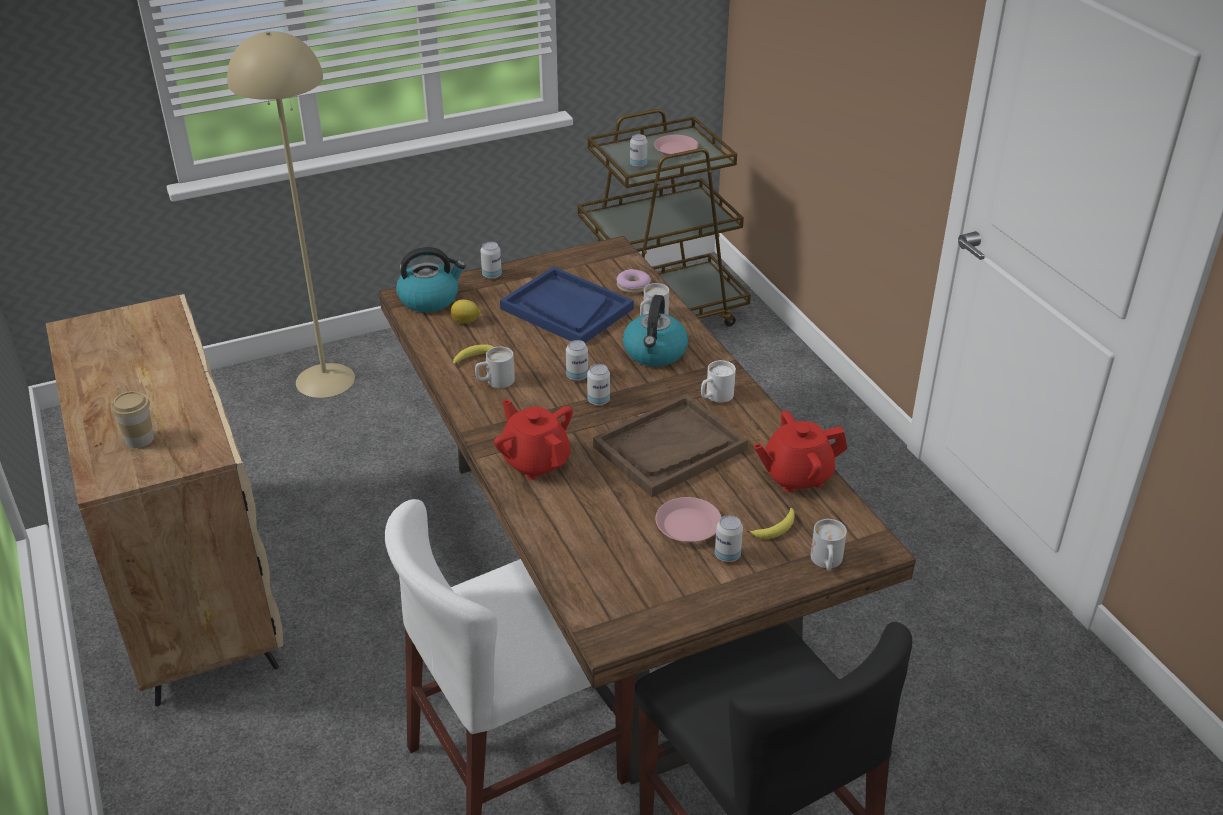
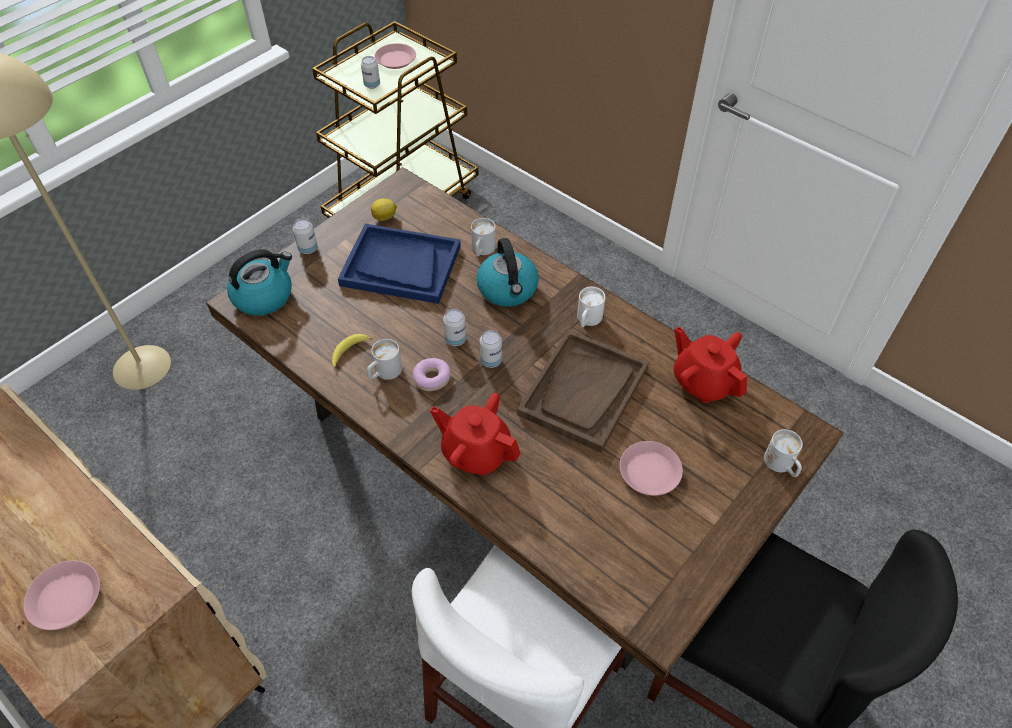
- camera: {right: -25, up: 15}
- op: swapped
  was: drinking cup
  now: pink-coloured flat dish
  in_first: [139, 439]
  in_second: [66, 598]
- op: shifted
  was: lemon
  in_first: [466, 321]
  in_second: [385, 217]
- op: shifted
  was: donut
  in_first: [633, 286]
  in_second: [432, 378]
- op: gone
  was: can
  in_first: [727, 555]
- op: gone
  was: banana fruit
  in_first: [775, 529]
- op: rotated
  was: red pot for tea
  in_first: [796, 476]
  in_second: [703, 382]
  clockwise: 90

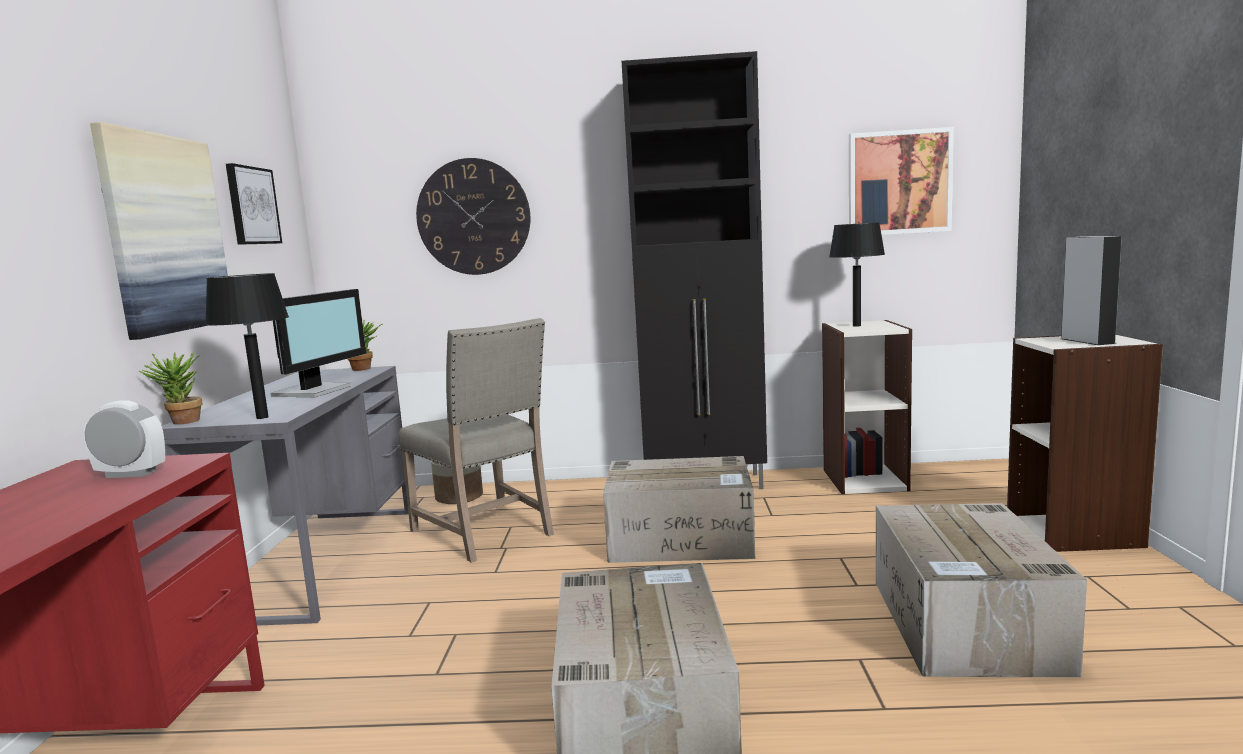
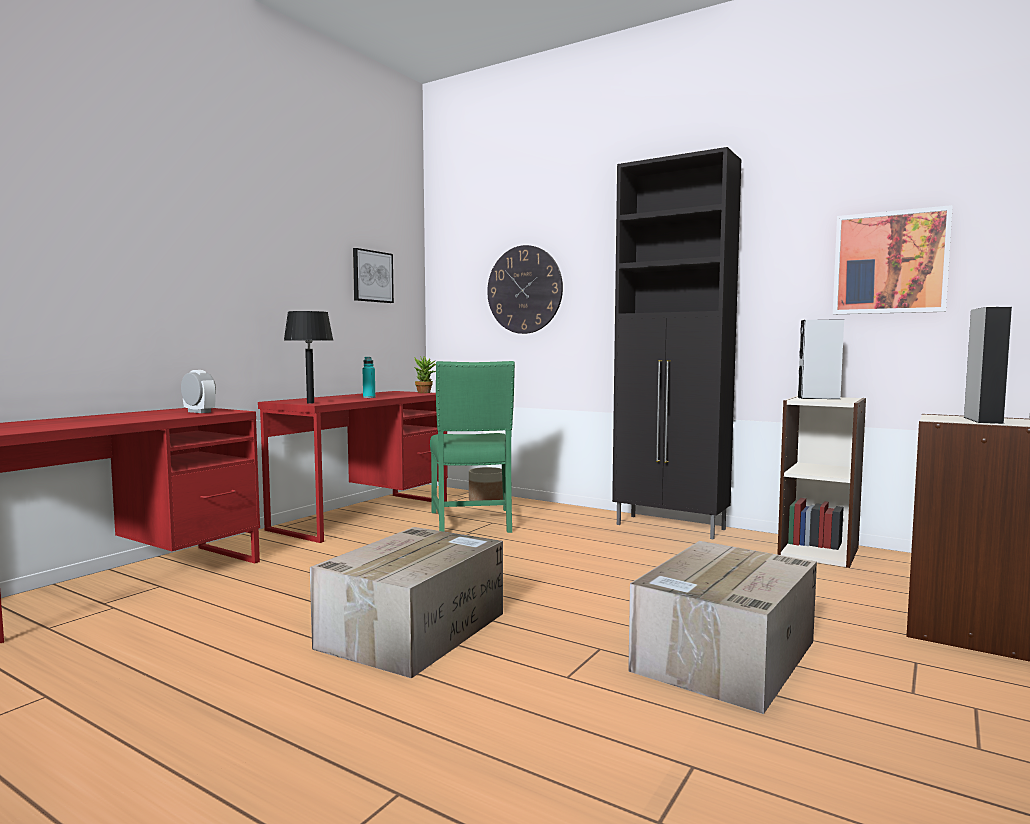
- camera: {right: 30, up: -5}
- op: gone
  was: picture
  in_first: [165, 234]
- op: gone
  was: plant in a pot
  in_first: [181, 422]
- op: repainted
  was: gray desk table
  now: red desk table
  in_first: [320, 560]
  in_second: [363, 515]
- op: swapped
  was: computer display
  now: blue-green beverage bottle
  in_first: [315, 391]
  in_second: [369, 397]
- op: repainted
  was: sand-coloured plain chair
  now: greenish plain chair
  in_first: [486, 532]
  in_second: [473, 522]
- op: gone
  was: packing box
  in_first: [682, 539]
- op: swapped
  was: black-coloured lamp for a table
  now: gray audio speaker
  in_first: [857, 325]
  in_second: [818, 398]

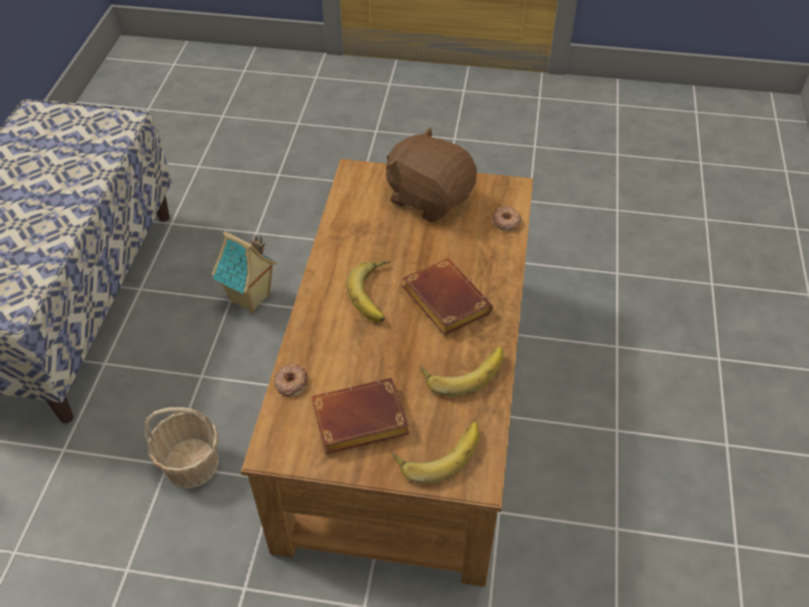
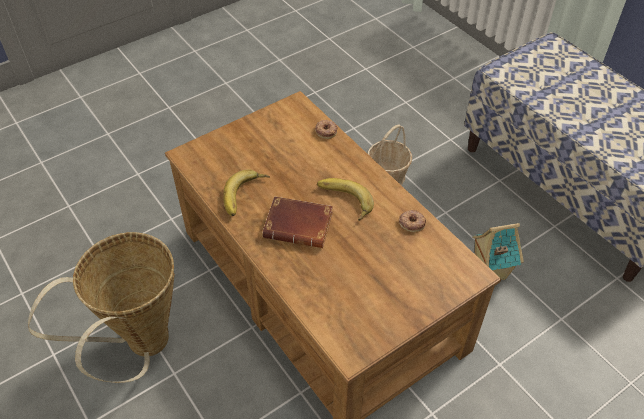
- camera: {right: 135, up: 0}
- op: gone
  was: brown book
  in_first: [358, 423]
- op: gone
  was: brown soft toy
  in_first: [429, 197]
- op: gone
  was: banana fruit
  in_first: [438, 451]
- op: shifted
  was: donut
  in_first: [506, 221]
  in_second: [412, 222]
- op: new
  now: basket
  in_second: [140, 347]

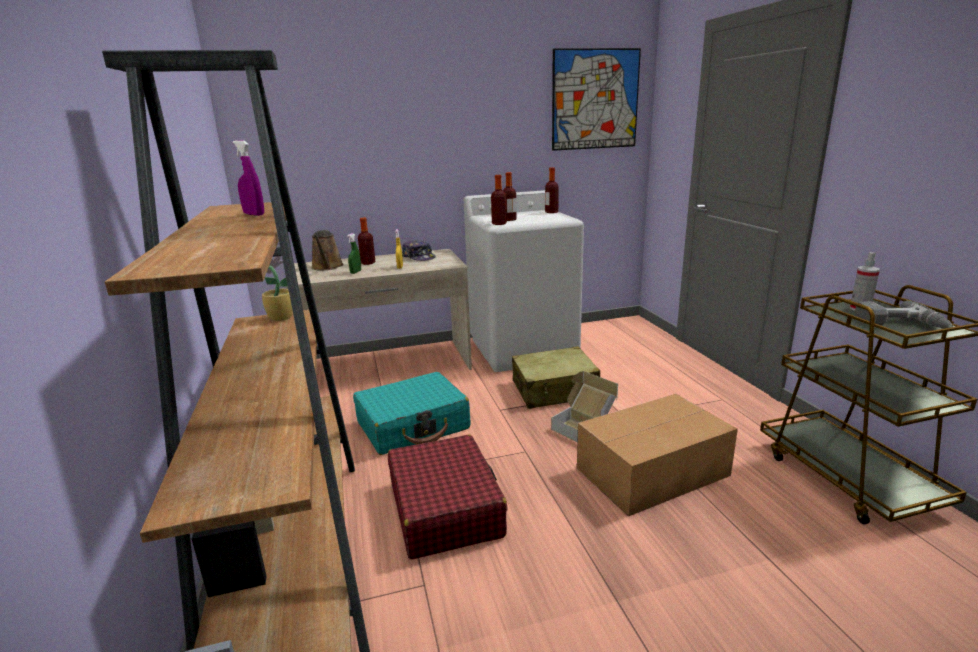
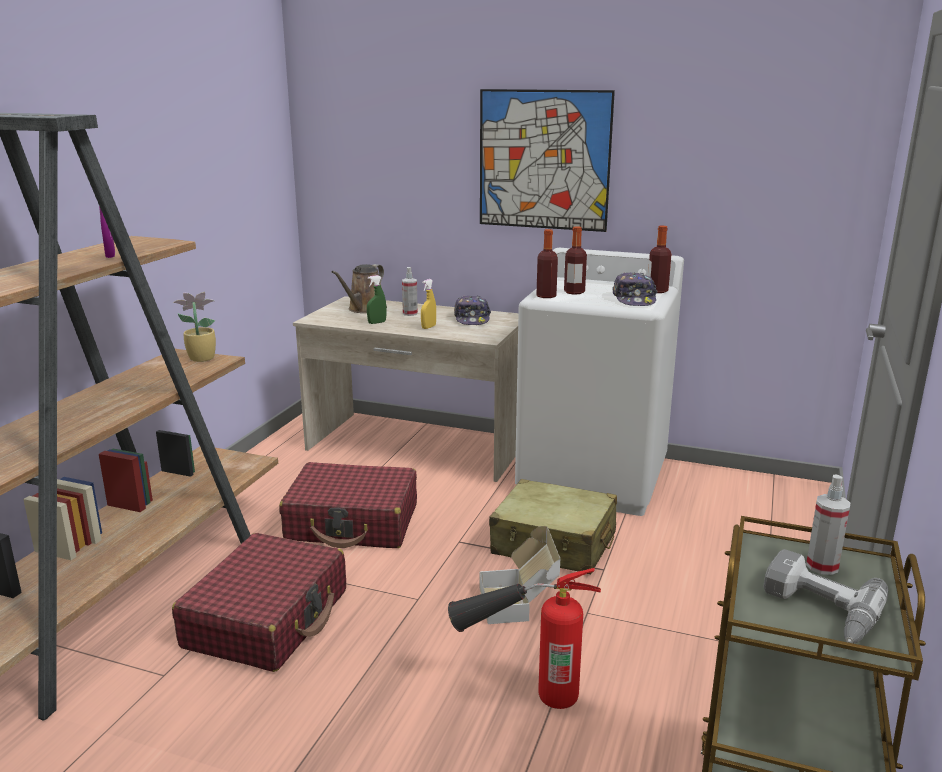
- camera: {right: 35, up: 0}
- op: repainted
  was: blue-green suitcase
  now: red suitcase
  in_first: [413, 425]
  in_second: [353, 522]
- op: swapped
  was: beverage bottle
  now: spray bottle
  in_first: [368, 263]
  in_second: [410, 313]
- op: shifted
  was: picture
  in_first: [595, 99]
  in_second: [544, 160]
- op: swapped
  was: packing box
  now: fire extinguisher
  in_first: [654, 471]
  in_second: [520, 691]
- op: new
  now: baseball cap
  in_second: [634, 299]

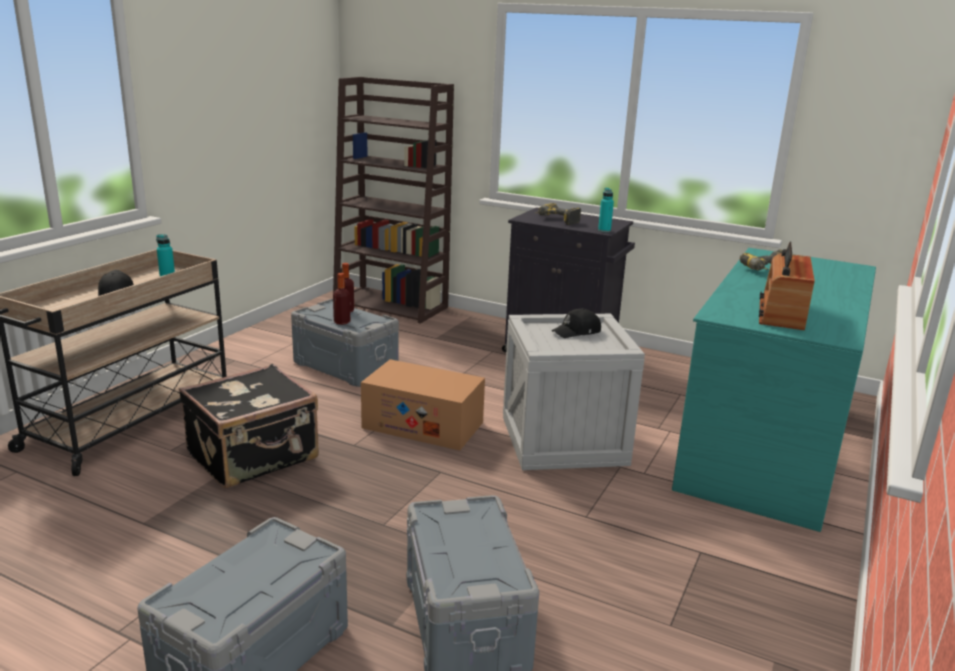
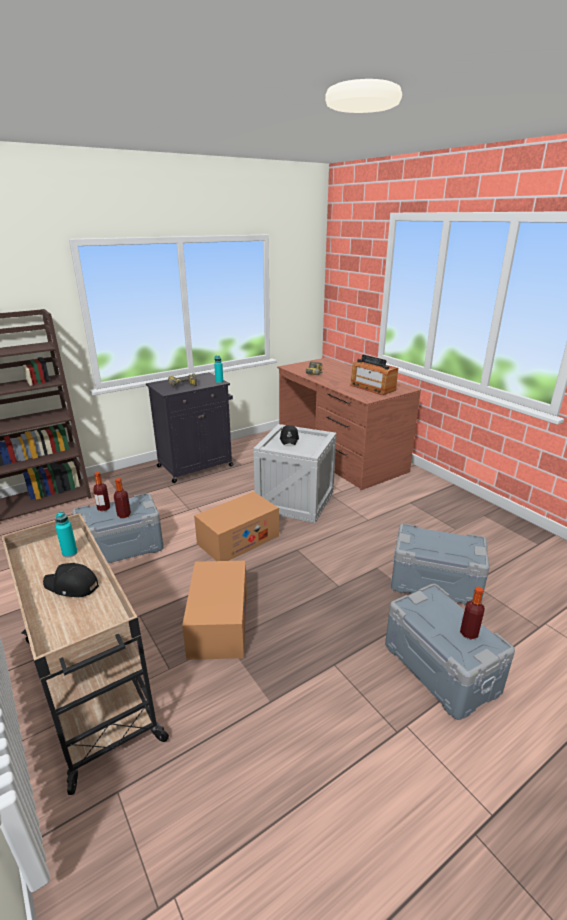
- camera: {right: -60, up: 5}
- op: swapped
  was: black-coloured suitcase
  now: packing box
  in_first: [254, 457]
  in_second: [219, 623]
- op: repainted
  was: blue-green desk table
  now: brown desk table
  in_first: [764, 445]
  in_second: [340, 455]
- op: new
  now: beverage bottle
  in_second: [469, 633]

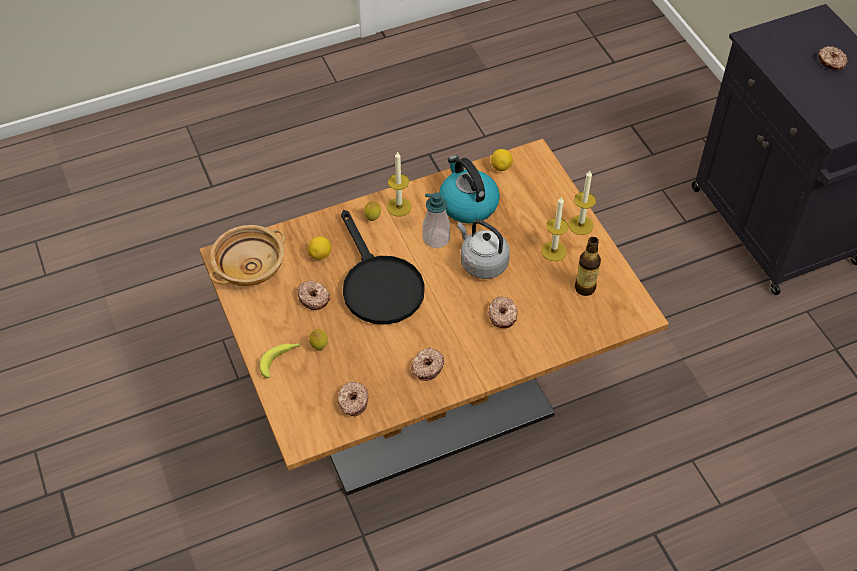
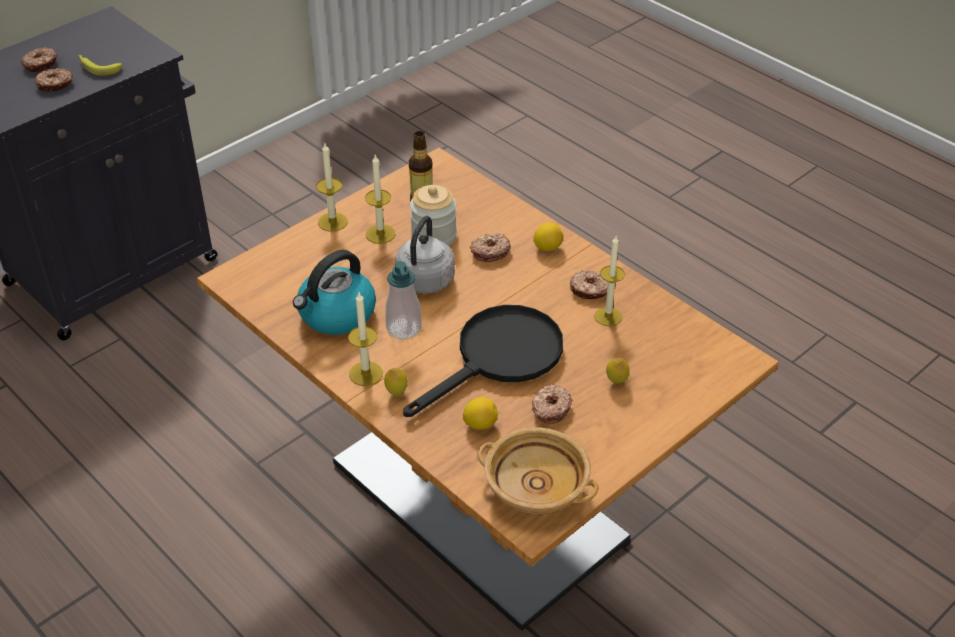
- camera: {right: -110, up: -10}
- op: shifted
  was: banana fruit
  in_first: [281, 360]
  in_second: [97, 67]
- op: shifted
  was: donut
  in_first: [352, 402]
  in_second: [55, 85]
- op: shifted
  was: lemon
  in_first: [501, 167]
  in_second: [547, 247]
- op: new
  now: jar
  in_second: [434, 236]
- op: new
  now: wax candle
  in_second: [608, 316]

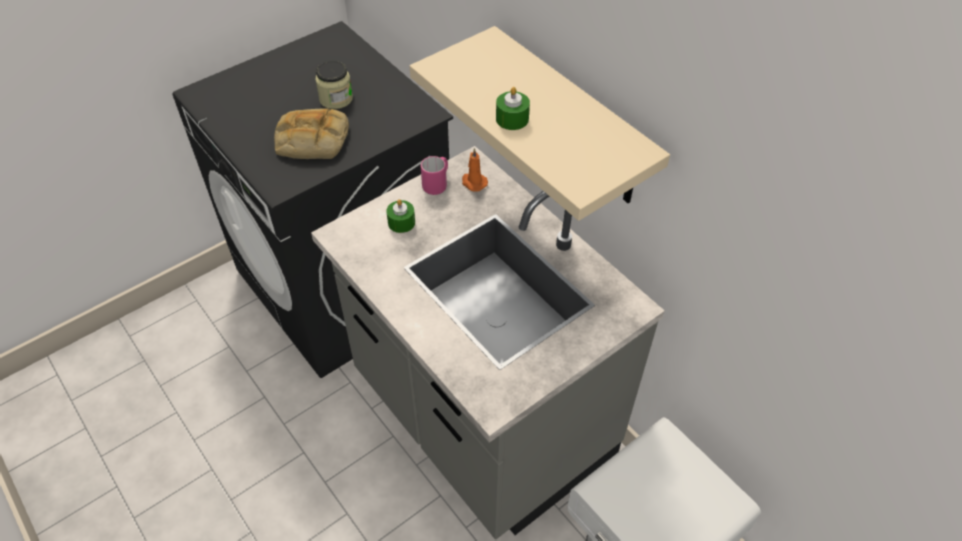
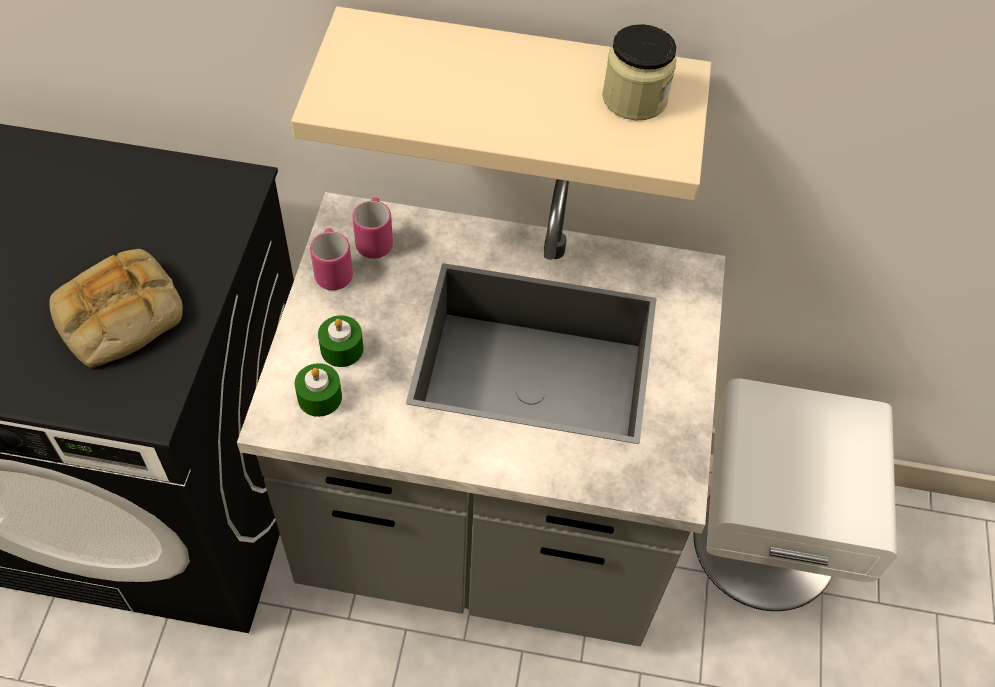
- camera: {right: -45, up: 5}
- op: shifted
  was: jar
  in_first: [336, 99]
  in_second: [634, 98]
- op: swapped
  was: orange-coloured wax candle
  now: pink-coloured coffee mug
  in_first: [473, 182]
  in_second: [375, 240]
- op: shifted
  was: greenish wax candle
  in_first: [512, 119]
  in_second: [319, 397]

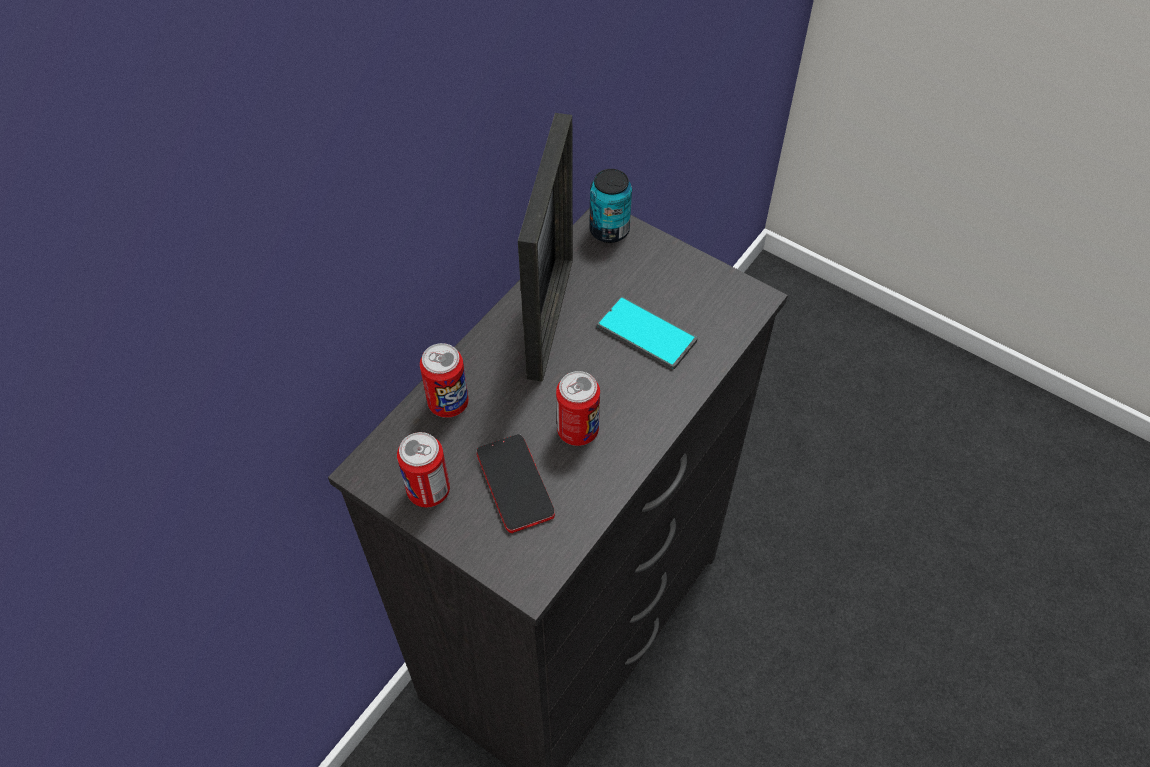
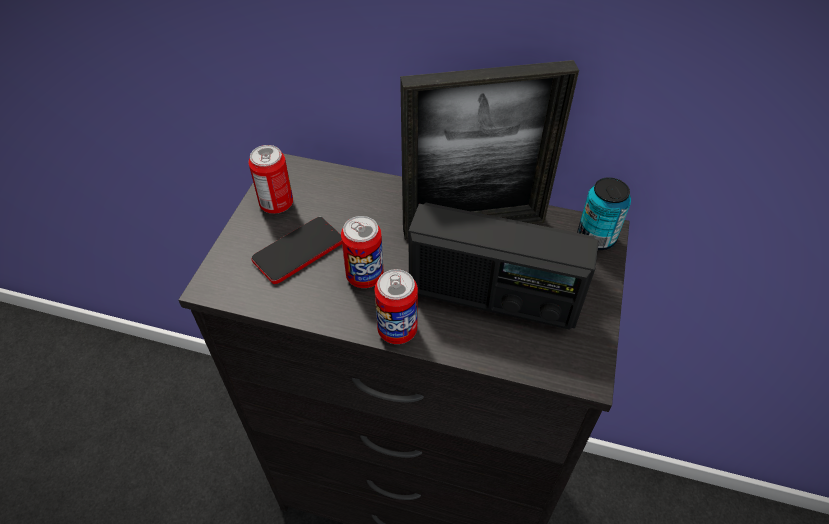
- camera: {right: 70, up: -5}
- op: shifted
  was: can
  in_first: [448, 403]
  in_second: [397, 330]
- op: swapped
  was: telephone
  now: radio
  in_first: [646, 333]
  in_second: [493, 296]

